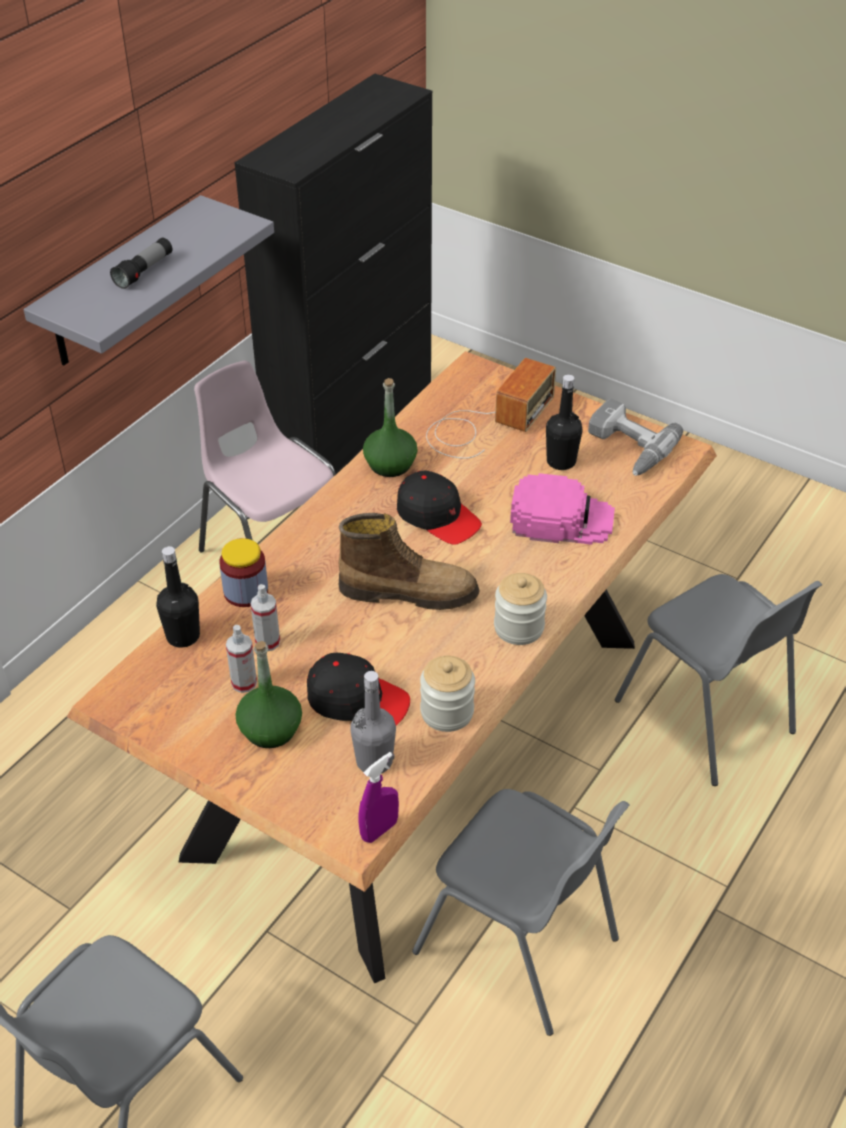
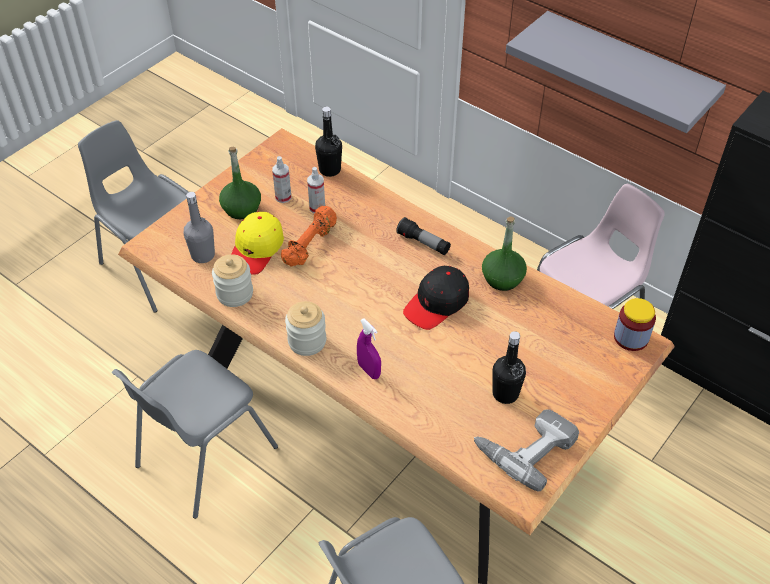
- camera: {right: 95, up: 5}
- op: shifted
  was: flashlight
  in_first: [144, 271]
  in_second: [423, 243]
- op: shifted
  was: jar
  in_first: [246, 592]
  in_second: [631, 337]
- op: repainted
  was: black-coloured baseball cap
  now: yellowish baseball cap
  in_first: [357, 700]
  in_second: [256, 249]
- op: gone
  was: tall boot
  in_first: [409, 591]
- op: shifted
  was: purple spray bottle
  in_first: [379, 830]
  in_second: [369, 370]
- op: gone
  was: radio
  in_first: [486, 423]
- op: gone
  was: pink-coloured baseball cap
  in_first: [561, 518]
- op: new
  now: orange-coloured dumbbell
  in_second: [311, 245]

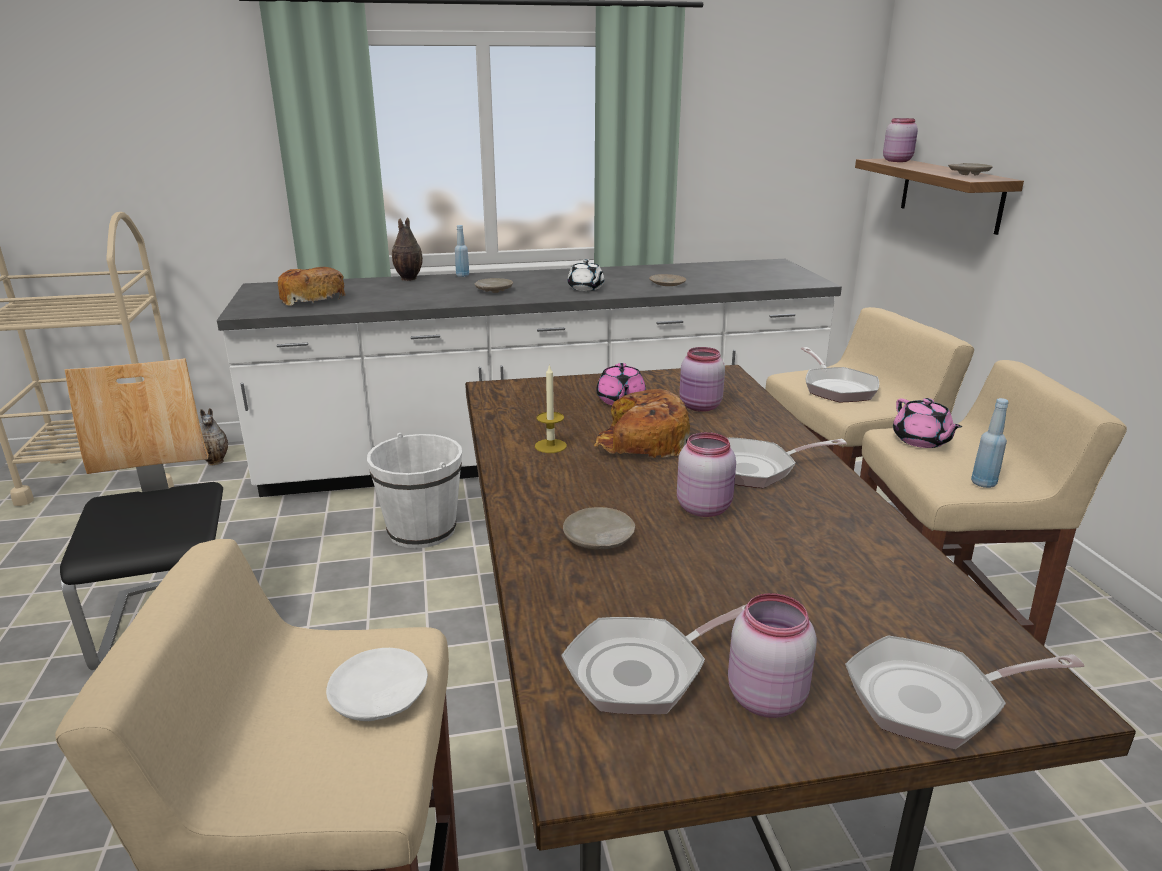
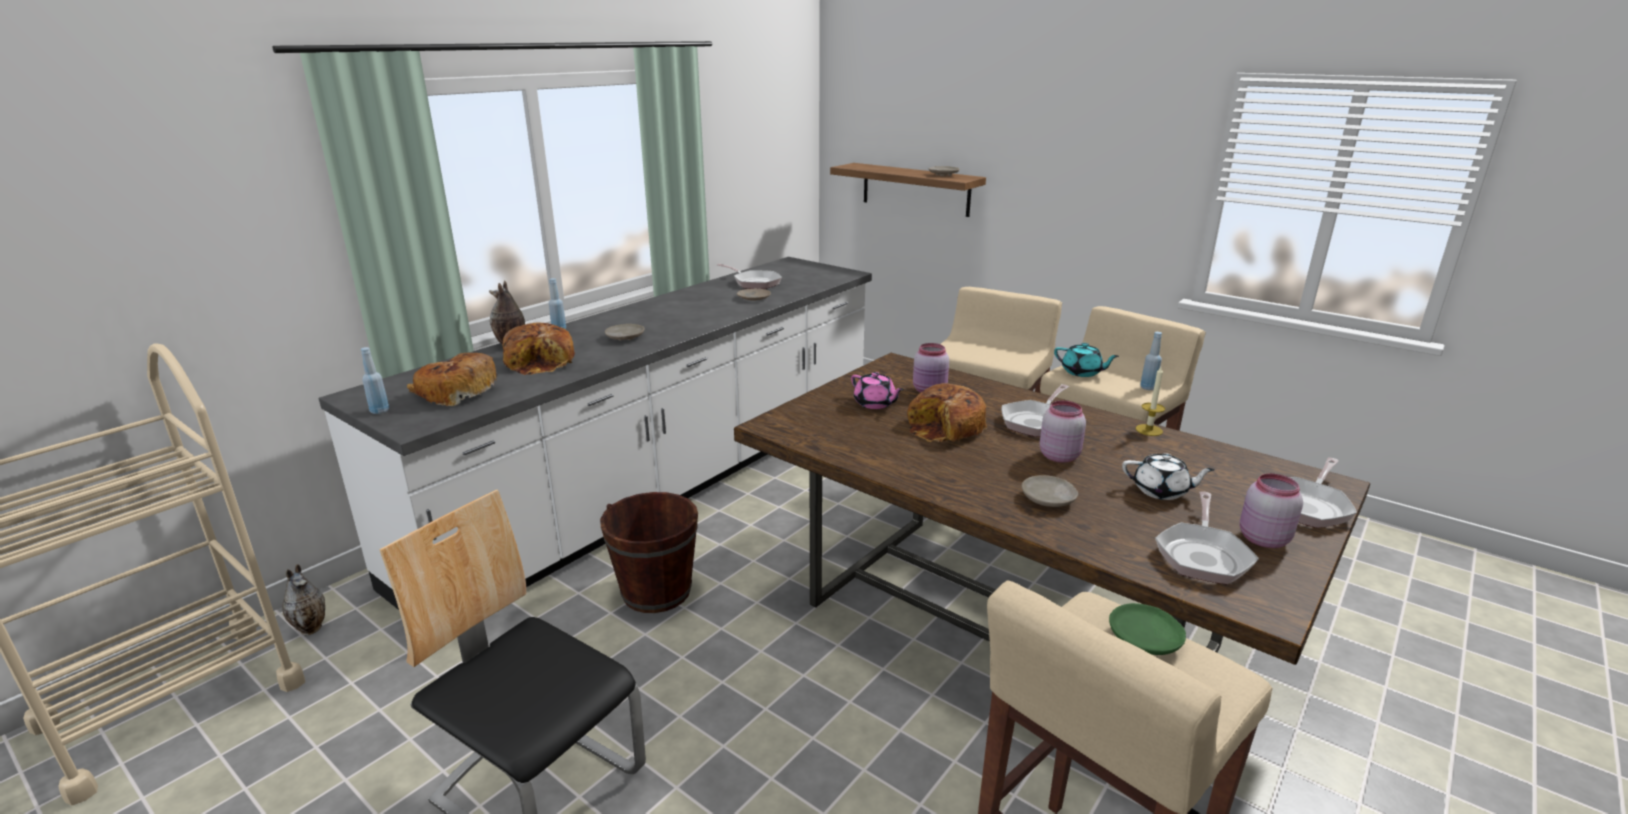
- camera: {right: -40, up: 0}
- op: repainted
  was: white-coloured flat dish
  now: greenish flat dish
  in_first: [379, 698]
  in_second: [1145, 639]
- op: repainted
  was: white-coloured water bucket
  now: brown water bucket
  in_first: [422, 530]
  in_second: [656, 592]
- op: shifted
  was: wax candle
  in_first: [550, 446]
  in_second: [1149, 430]
- op: shifted
  was: white-coloured pot for tea
  in_first: [586, 288]
  in_second: [1161, 491]
- op: shifted
  was: frying pan
  in_first: [837, 388]
  in_second: [754, 282]
- op: gone
  was: pink-coloured jar
  in_first: [897, 161]
- op: repainted
  was: pink-coloured pot for tea
  now: blue-green pot for tea
  in_first: [921, 441]
  in_second: [1082, 372]
- op: new
  now: blue-coloured beverage bottle
  in_second: [380, 411]
- op: new
  now: bakery bread
  in_second: [542, 362]

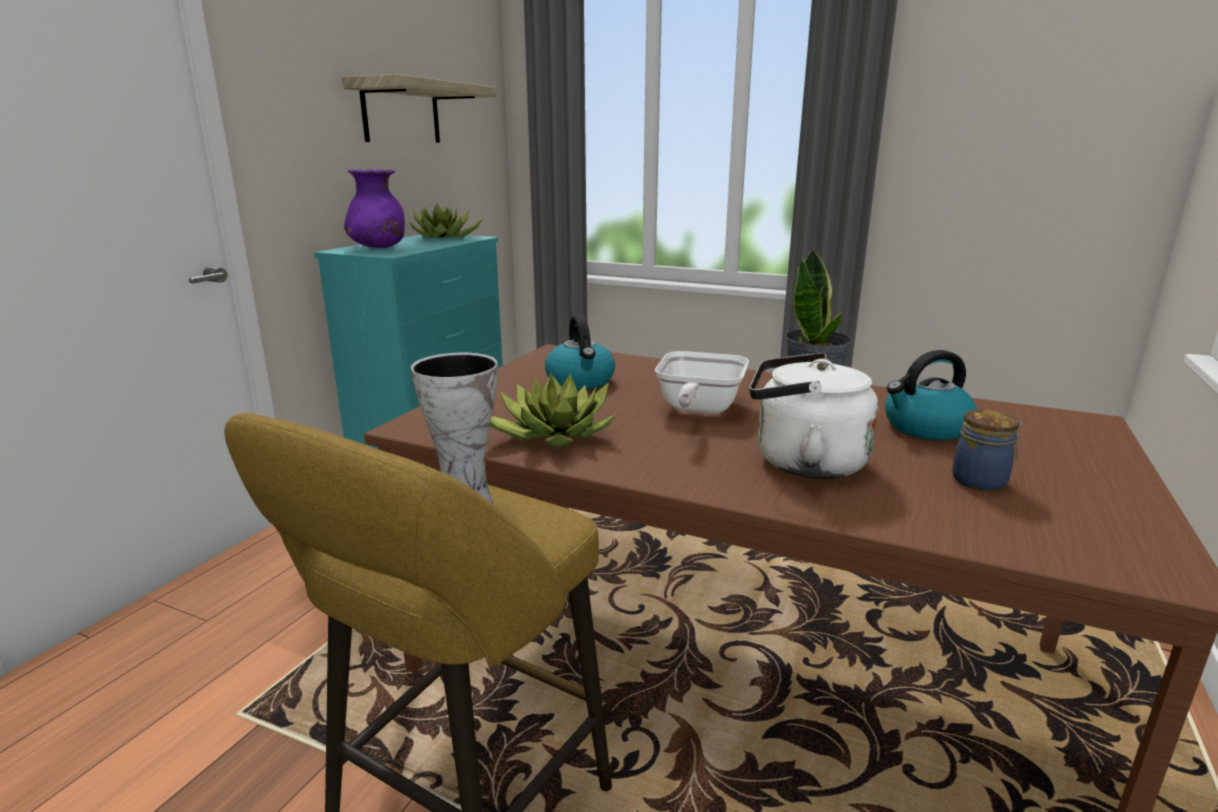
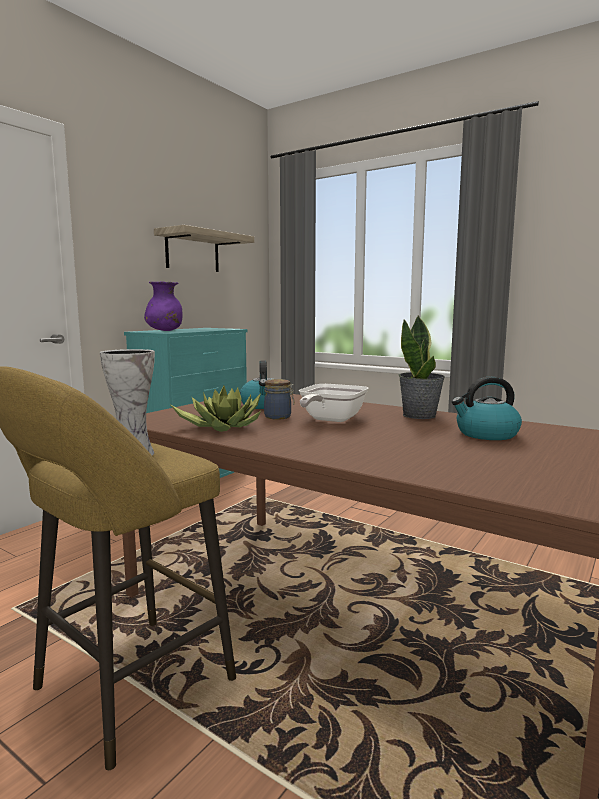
- camera: {right: 10, up: -10}
- op: gone
  was: plant in a pot
  in_first: [444, 238]
- op: gone
  was: white-coloured tea kettle
  in_first: [802, 462]
- op: shifted
  was: jar
  in_first: [981, 481]
  in_second: [279, 417]

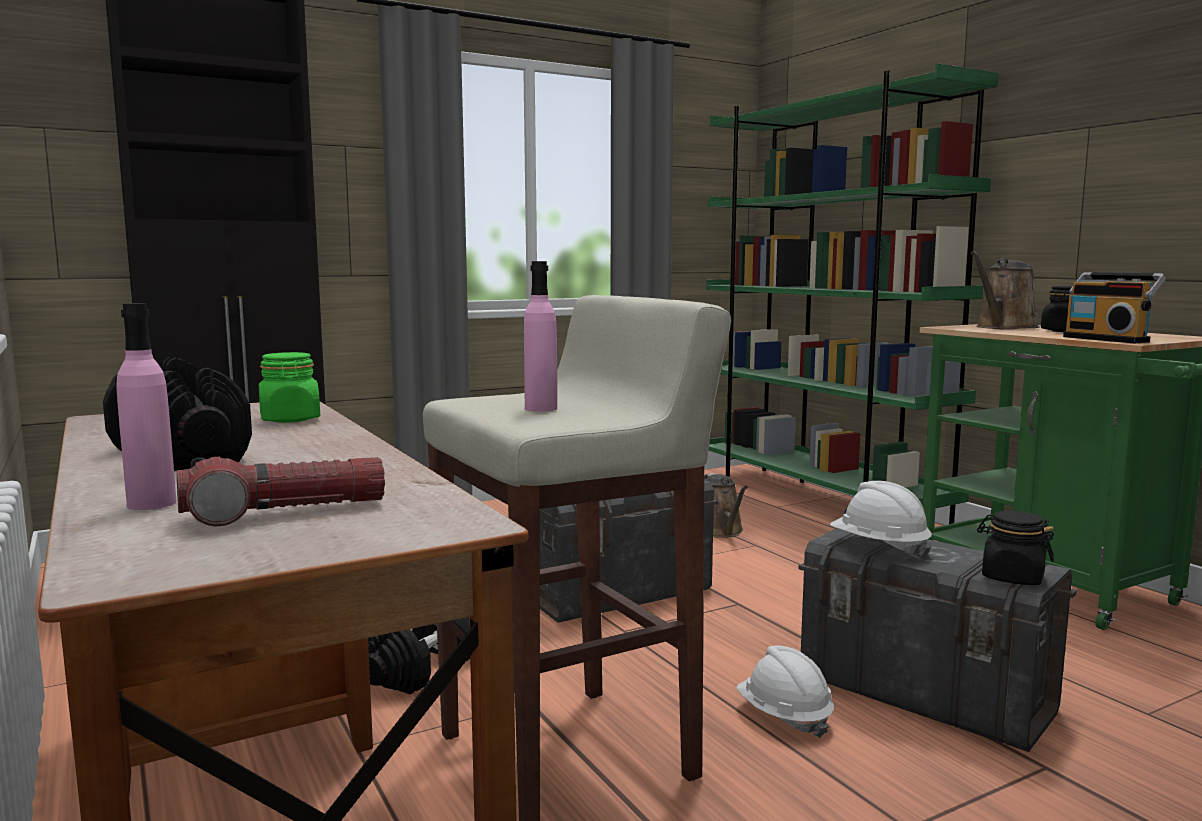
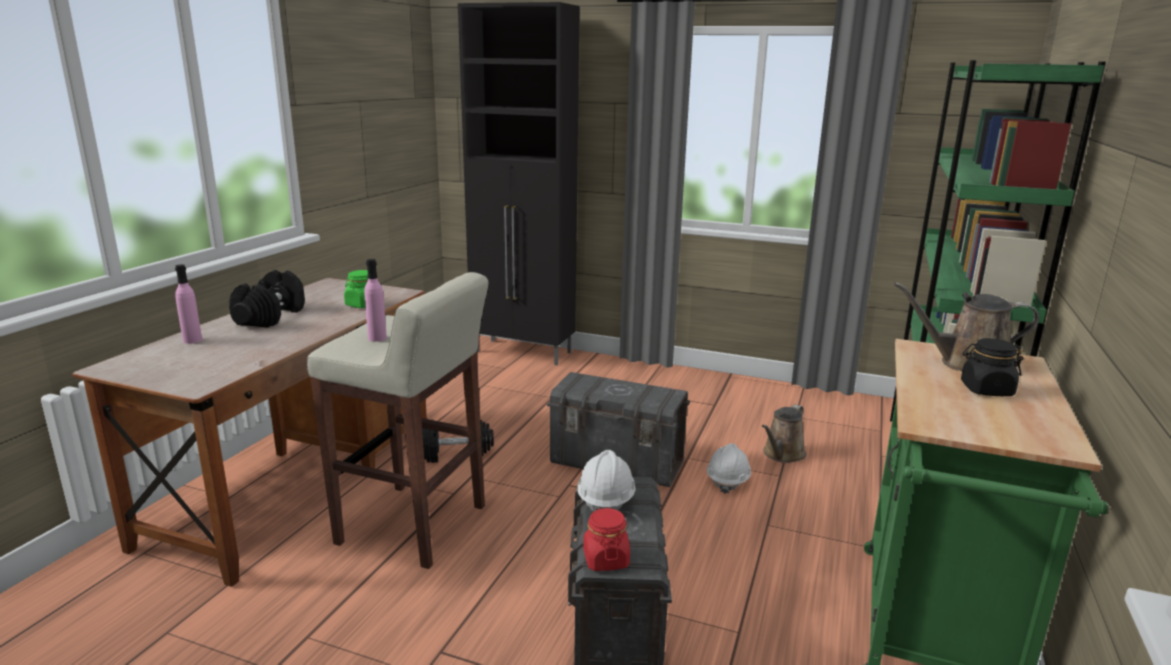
- camera: {right: 50, up: 10}
- op: gone
  was: flashlight
  in_first: [285, 512]
- op: shifted
  was: white-coloured hard hat
  in_first: [784, 717]
  in_second: [727, 480]
- op: repainted
  was: black-coloured jar
  now: red jar
  in_first: [1012, 577]
  in_second: [605, 559]
- op: gone
  was: radio
  in_first: [1108, 339]

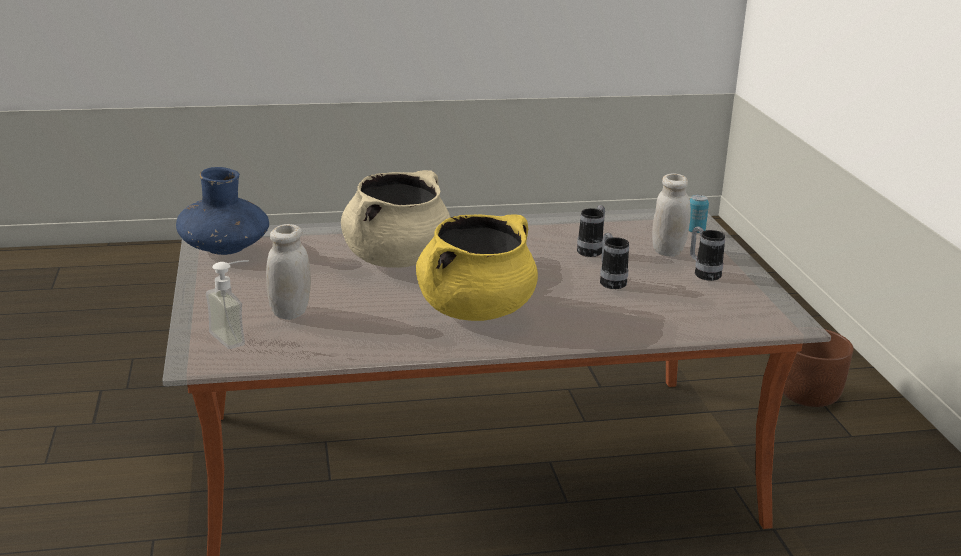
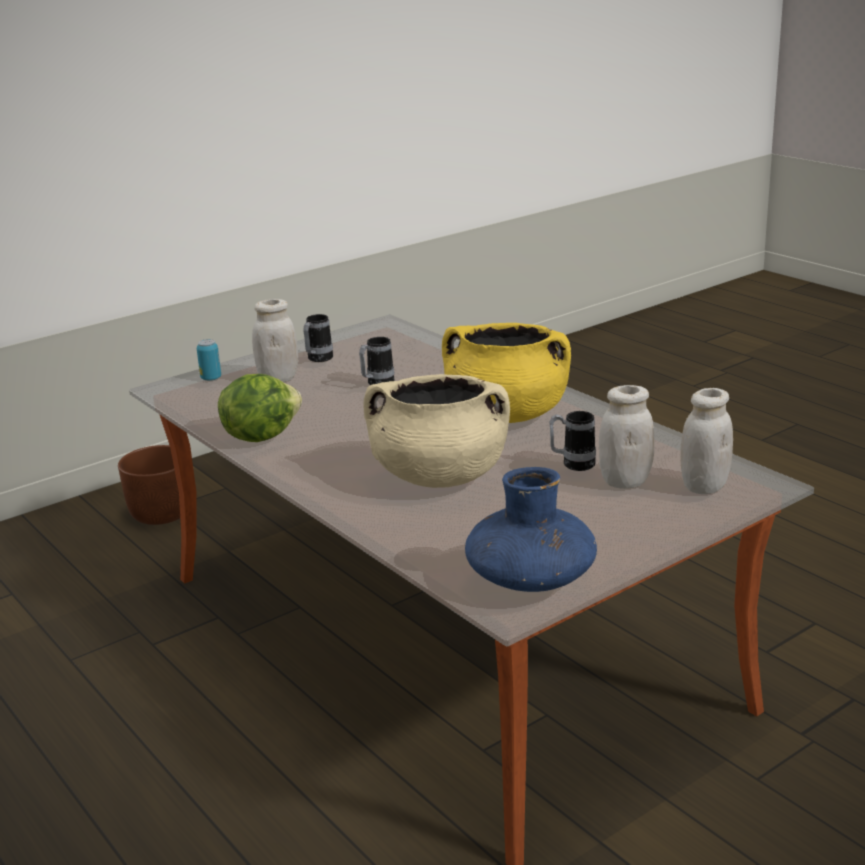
- camera: {right: -115, up: 0}
- op: swapped
  was: soap bottle
  now: white-coloured jar
  in_first: [235, 336]
  in_second: [704, 486]
- op: shifted
  was: coffee mug
  in_first: [592, 250]
  in_second: [572, 464]
- op: new
  now: lettuce head
  in_second: [260, 436]

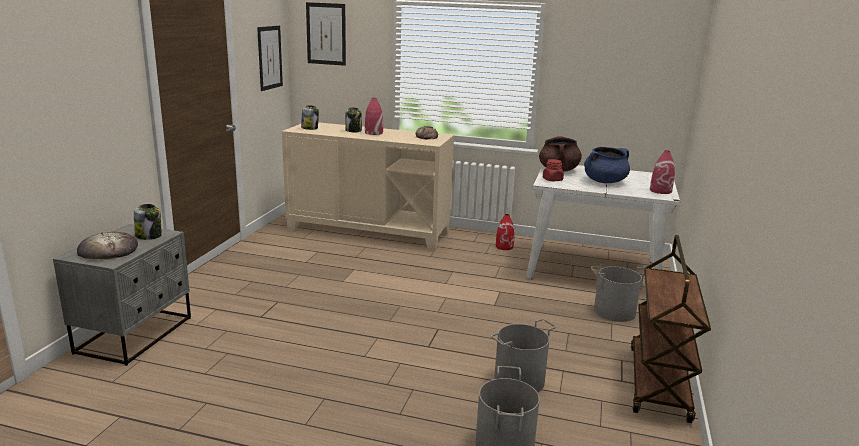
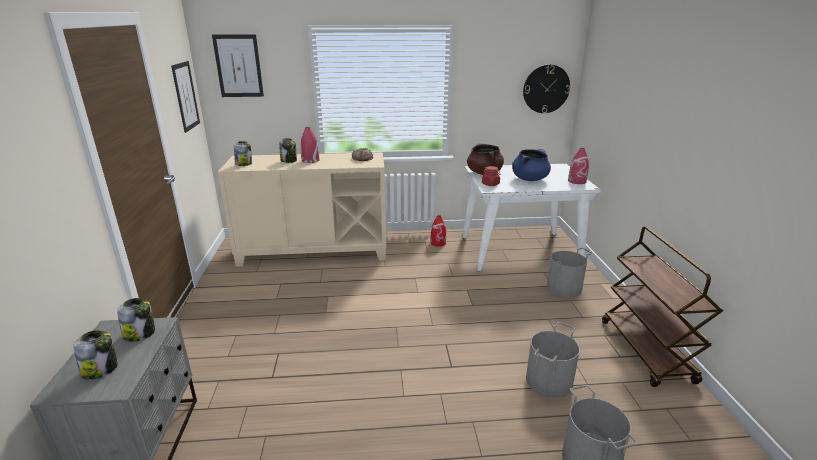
- camera: {right: -20, up: 5}
- op: swapped
  was: bakery bread
  now: jar
  in_first: [108, 250]
  in_second: [100, 369]
- op: new
  now: hanging clock
  in_second: [546, 89]

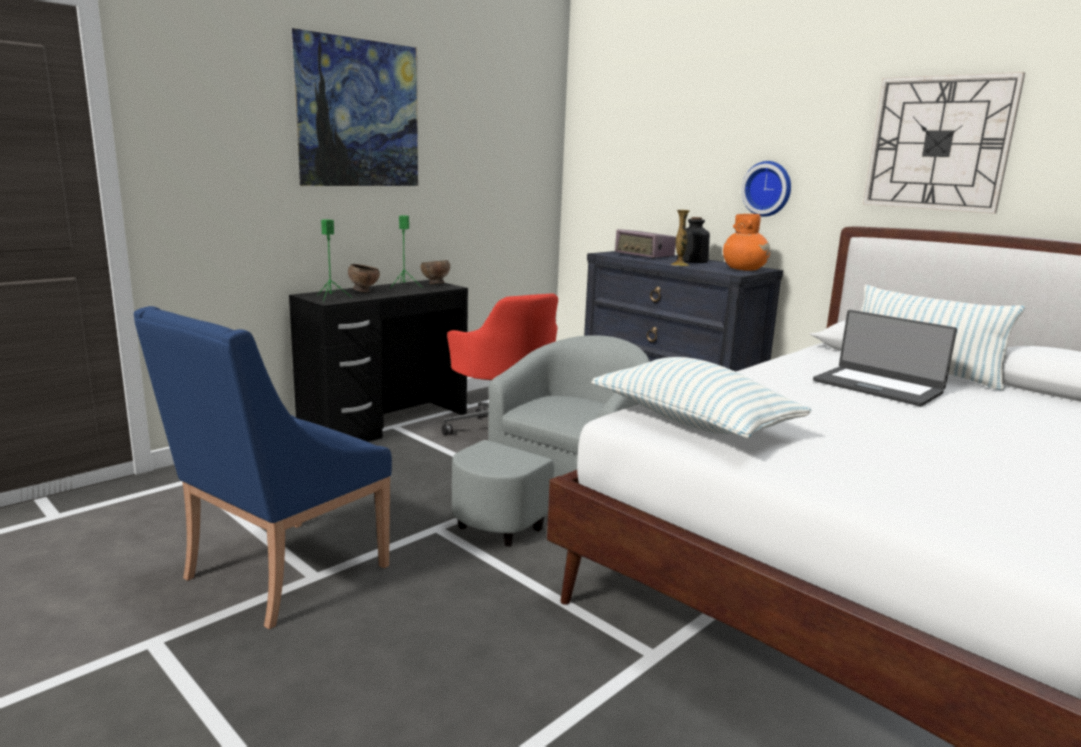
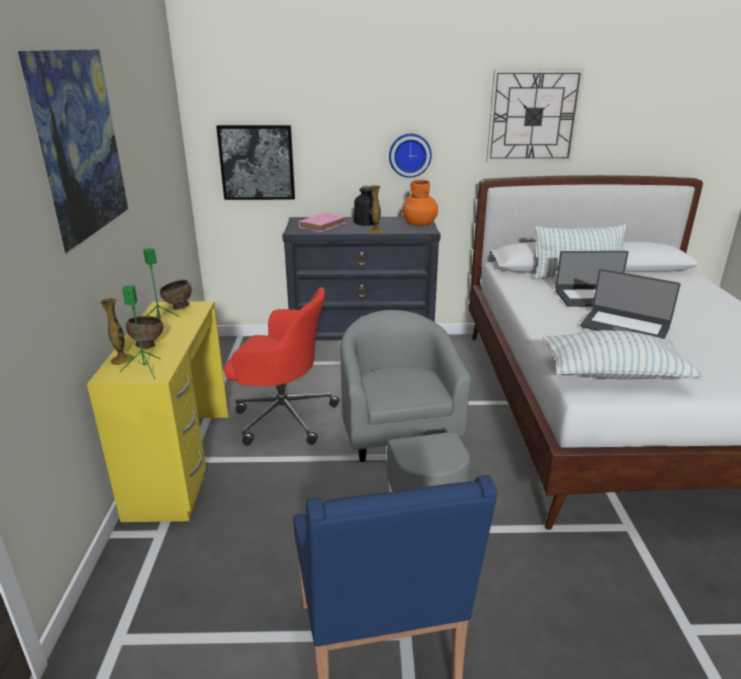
- camera: {right: -45, up: 10}
- op: repainted
  was: black-coloured desk table
  now: yellowish desk table
  in_first: [385, 424]
  in_second: [180, 462]
- op: swapped
  was: radio
  now: pink-coloured book
  in_first: [644, 255]
  in_second: [323, 225]
- op: new
  now: flower vase
  in_second: [122, 359]
- op: new
  now: picture
  in_second: [257, 162]
- op: new
  now: notebook computer
  in_second: [625, 327]

